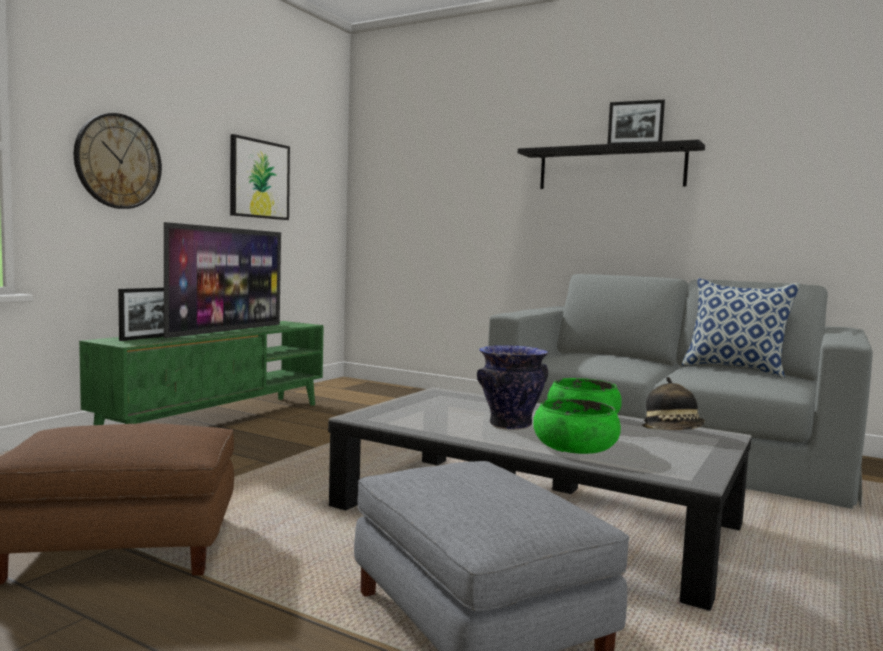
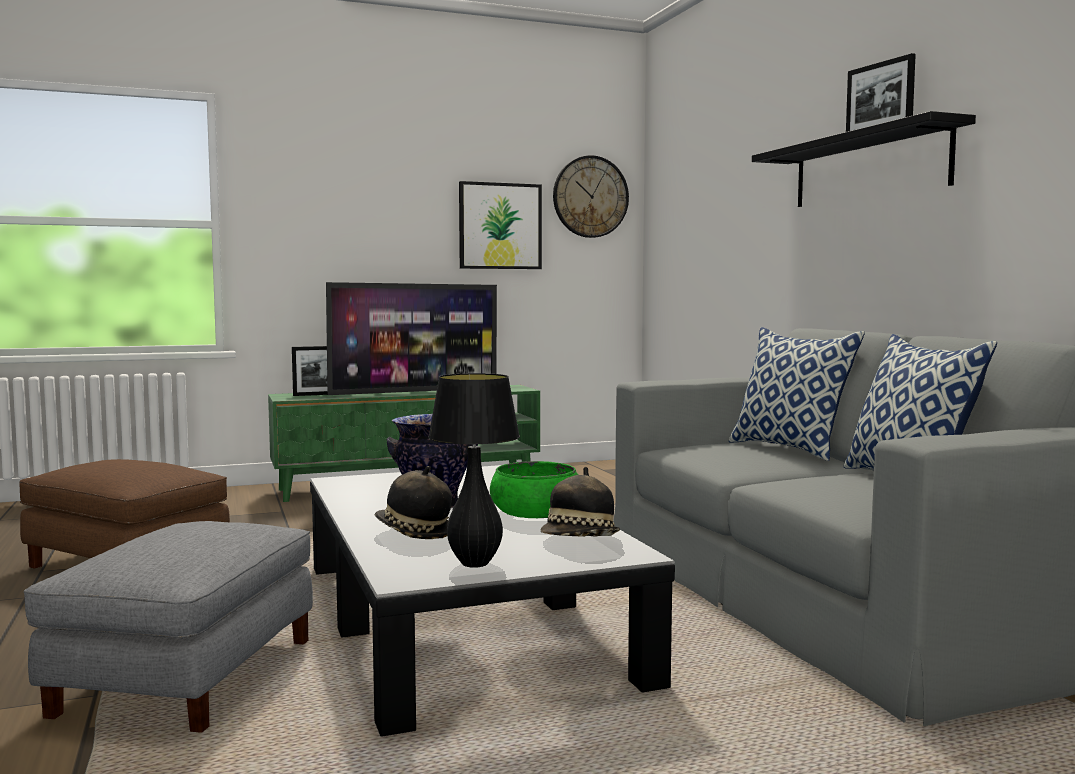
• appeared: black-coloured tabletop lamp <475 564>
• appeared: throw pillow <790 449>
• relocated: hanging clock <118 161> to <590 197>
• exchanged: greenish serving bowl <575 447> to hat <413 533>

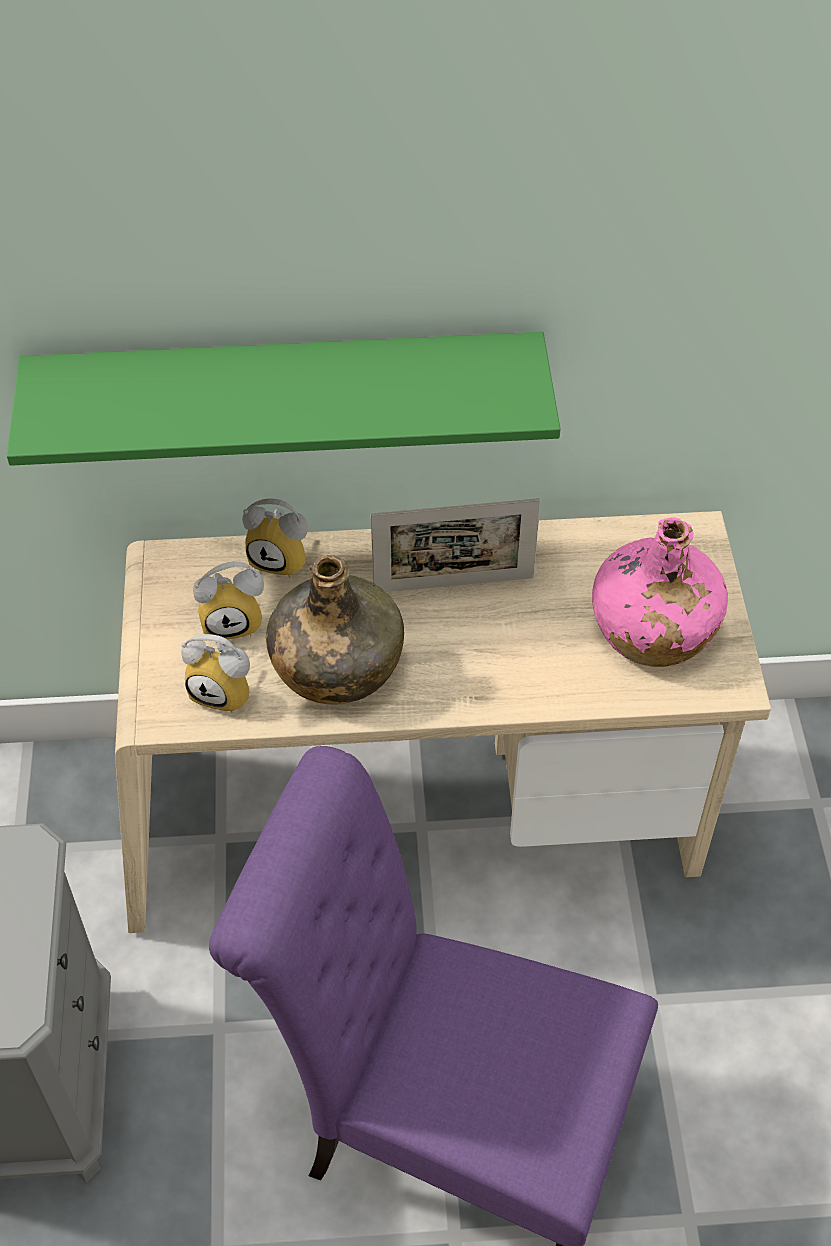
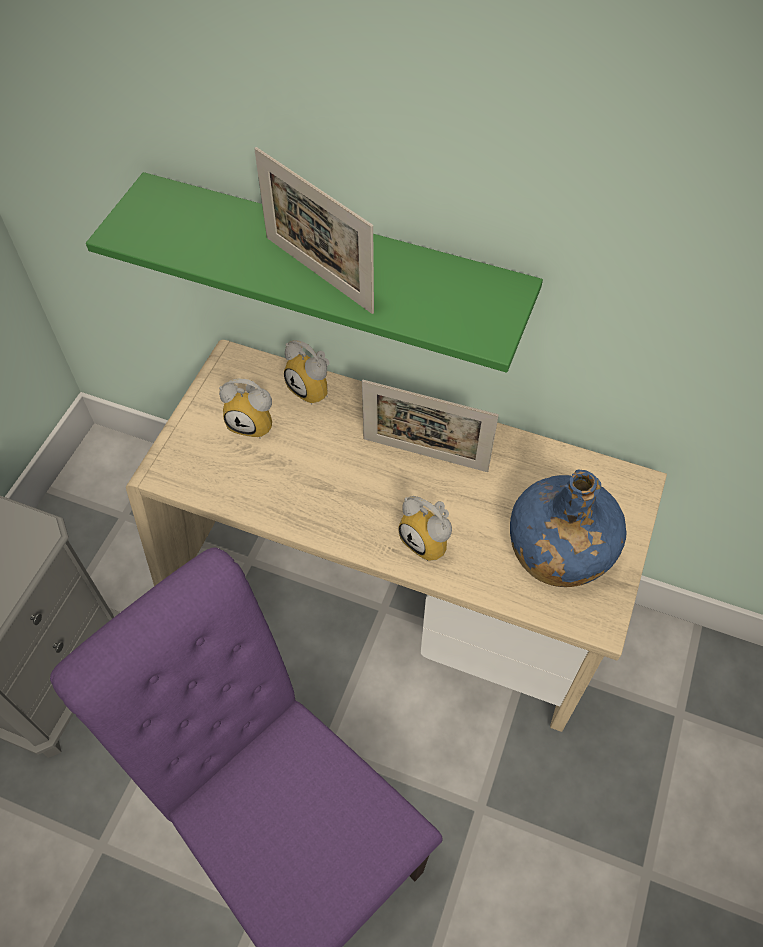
• missing: greenish beverage bottle <336 665>
• appeared: standing frame <318 274>
• relocated: table clock <226 691> to <429 541>
• colour: pink-coloured beverage bottle <652 629> to blue-coloured beverage bottle <558 549>

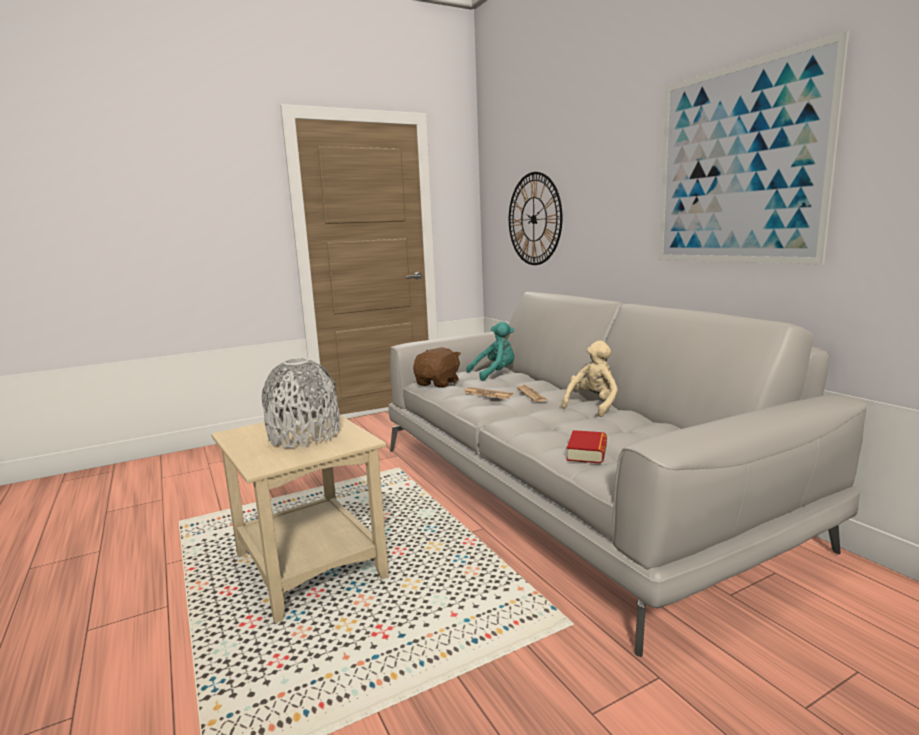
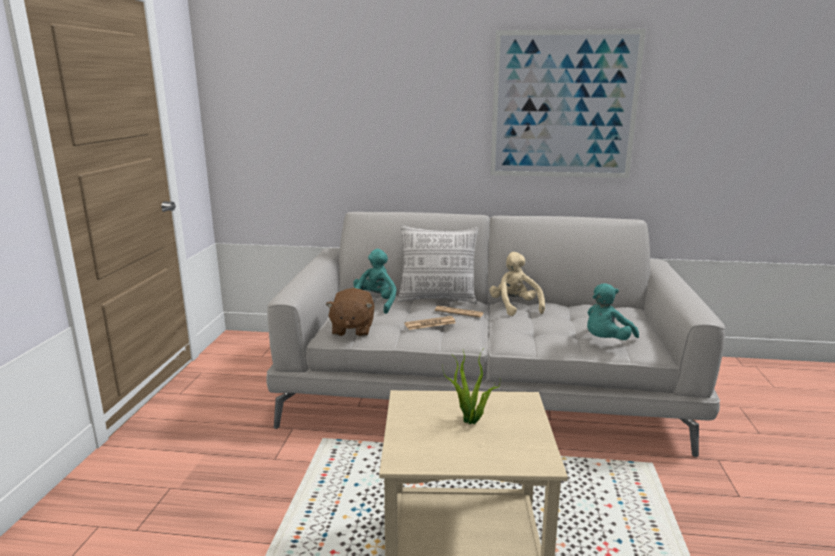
• missing: hanging clock <534 219>
• appeared: throw pillow <437 299>
• exchanged: grey decorative vase <304 436> to plant in a pot <471 421>
• exchanged: volume <587 452> to turquoise-coloured soft toy <606 341>
• spun: brown-coloured soft toy <438 383> = <352 329> 150 degrees counterclockwise

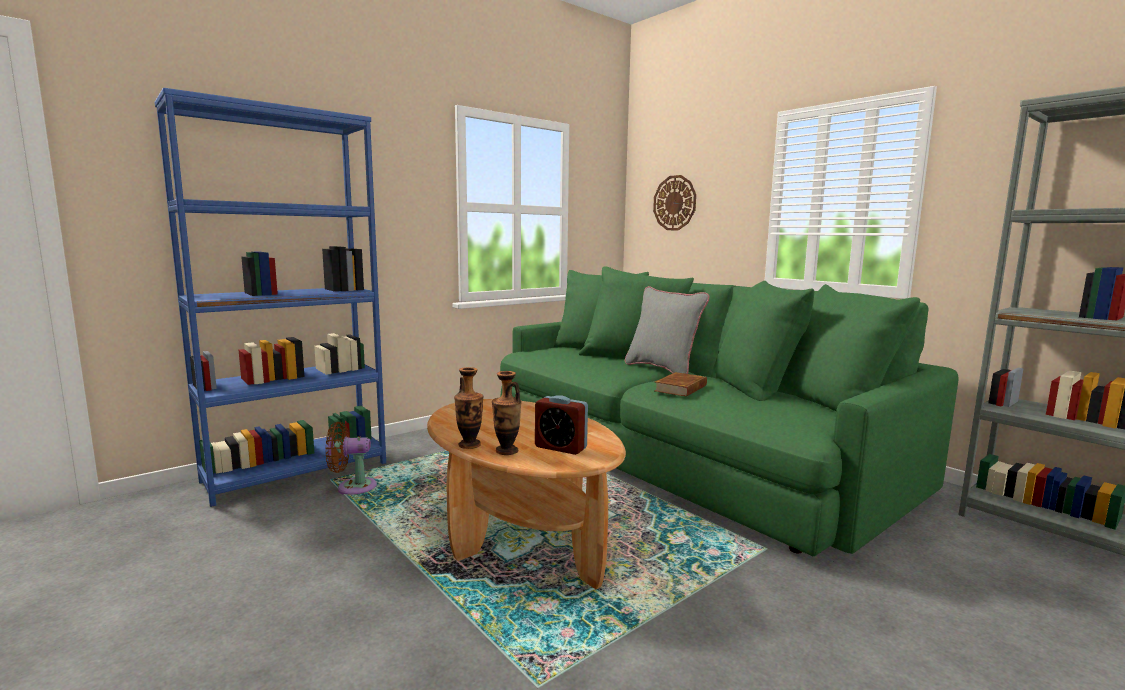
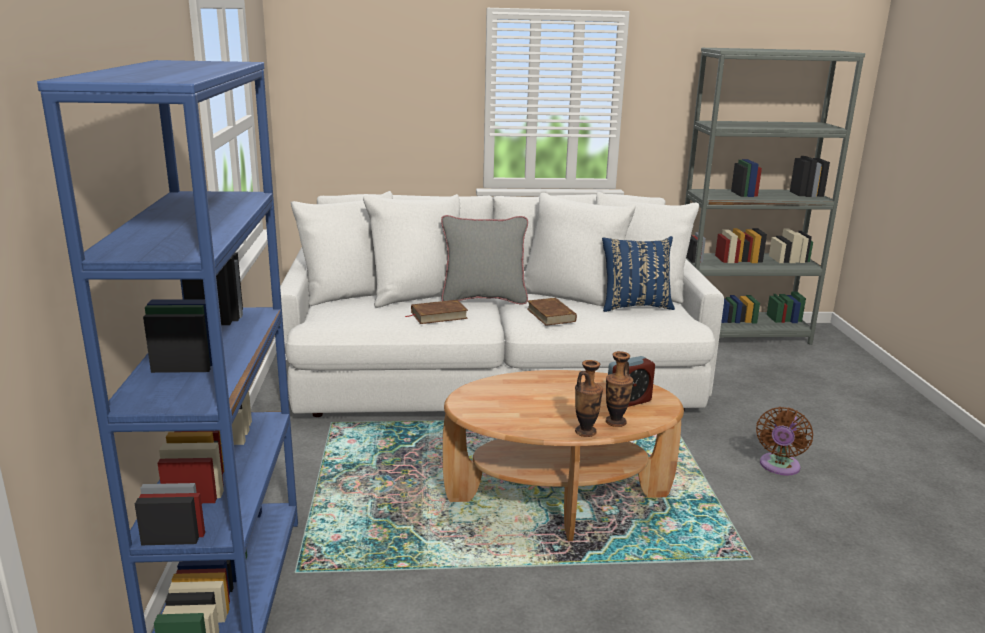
• missing: hanging clock <674 203>
• appeared: brown-coloured volume <438 315>
• appeared: blue-coloured throw pillow <634 306>
• relocated: brown-coloured electric fan <352 487> to <778 467>
• colour: greenish settee <685 453> to whitish settee <494 373>

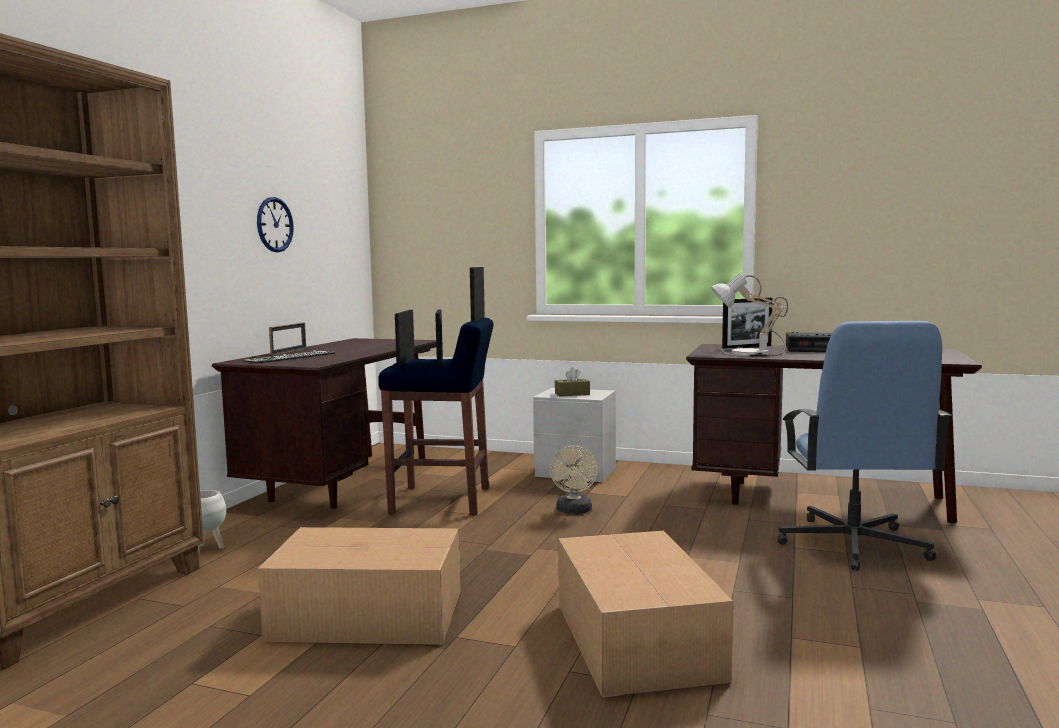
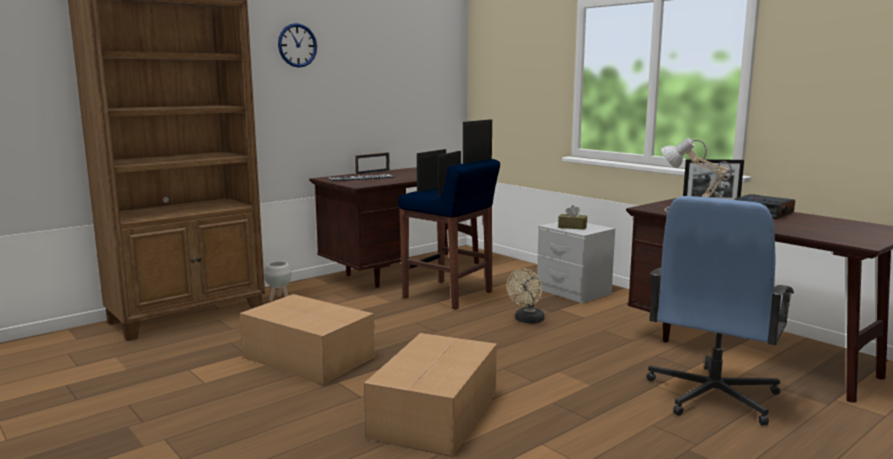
• relocated: hanging clock <274 224> to <297 45>

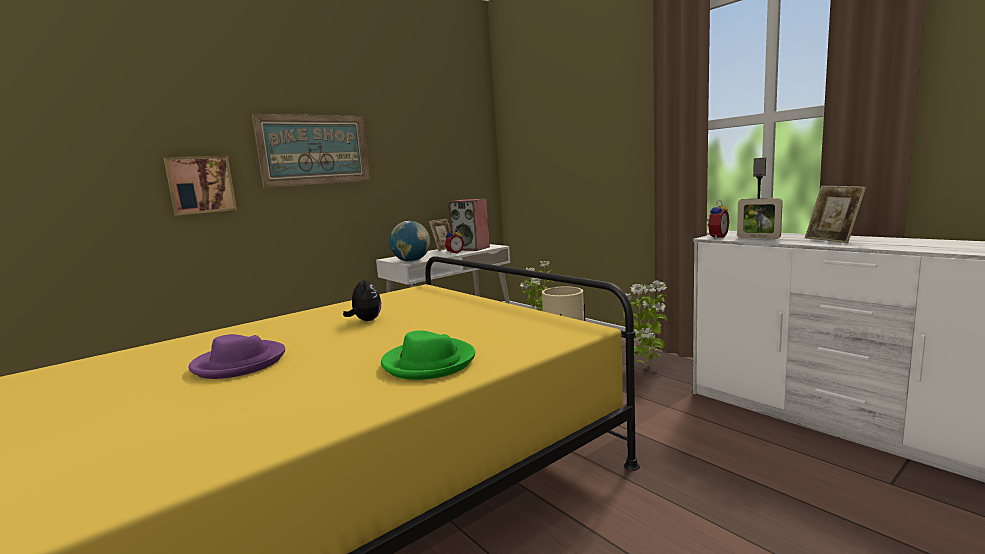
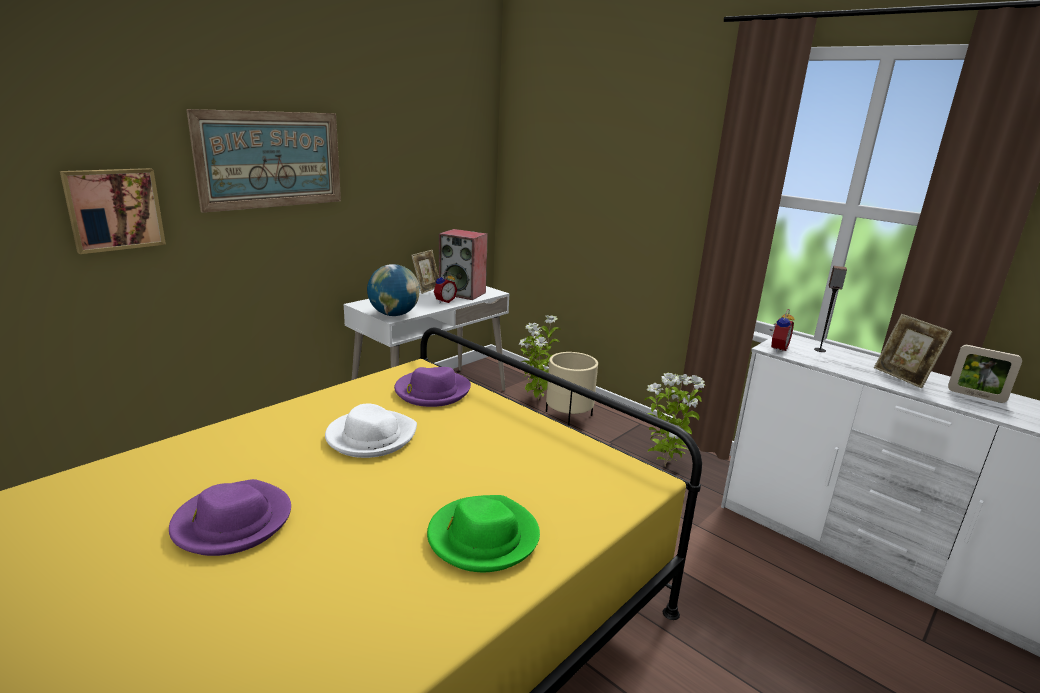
• appeared: purple-coloured hat <432 391>
• relocated: standing frame <758 238> to <975 396>
• exchanged: soft toy <366 320> to whitish hat <371 437>

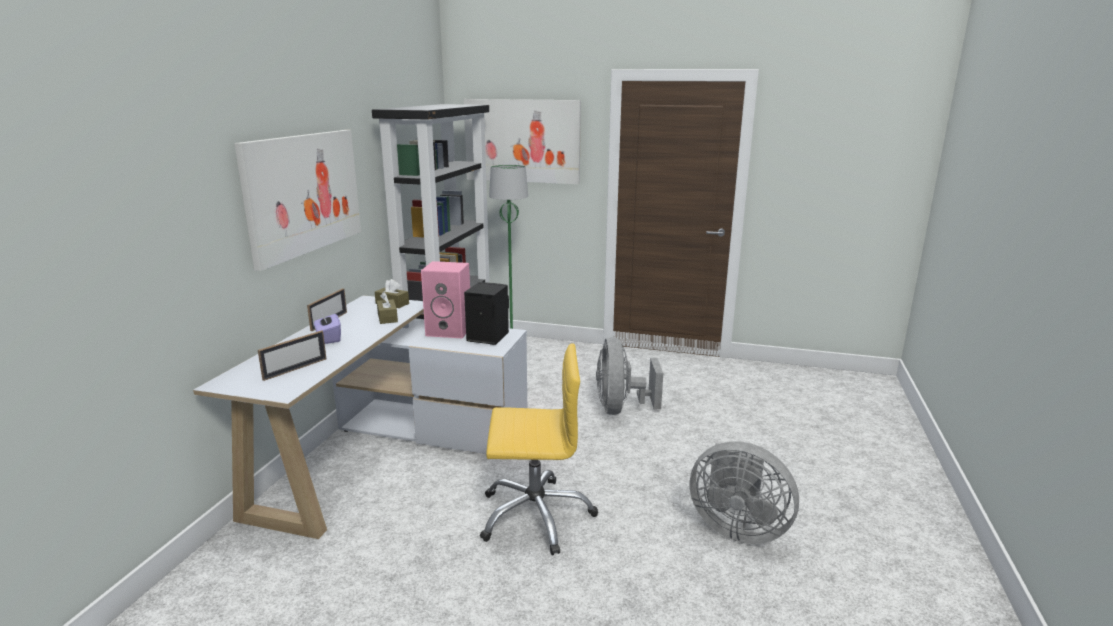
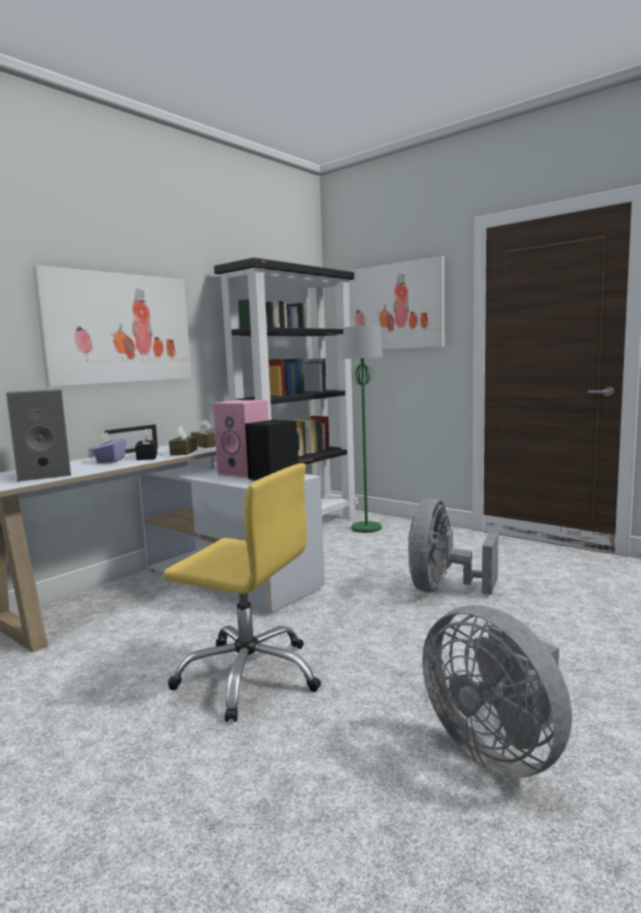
• appeared: black-coloured tissue box <147 457>
• exchanged: standing frame <295 369> to grey audio speaker <46 474>

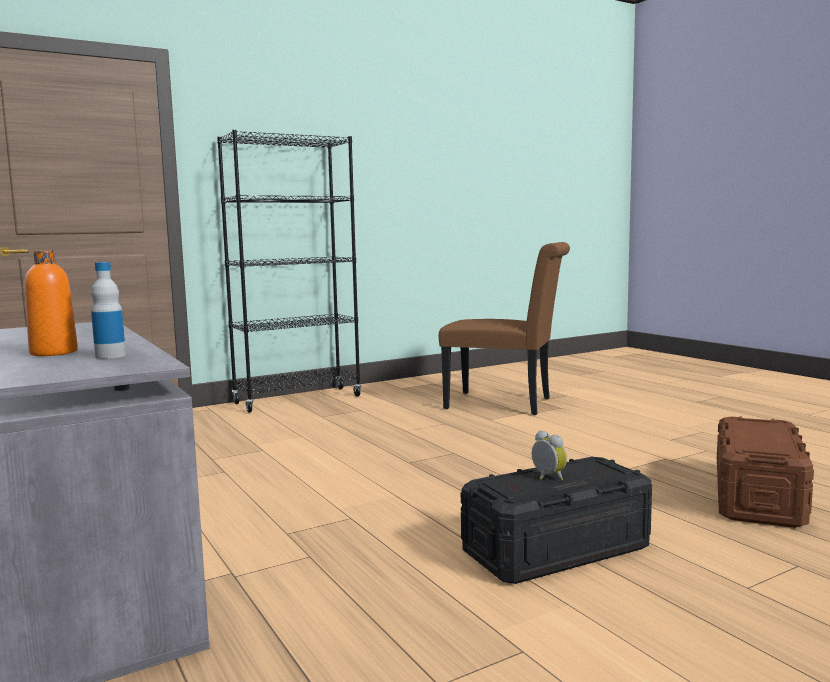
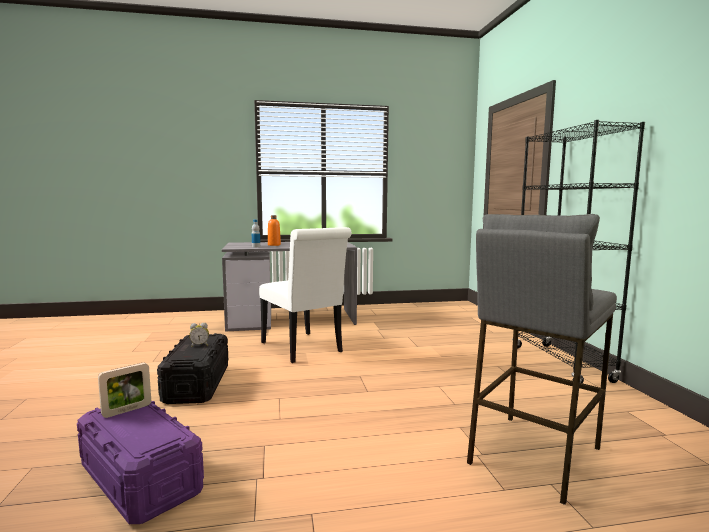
• appeared: standing frame <127 410>
• appeared: whitish plain chair <304 349>
• exchanged: brown-coloured plain chair <506 404> to grey sitting stool <532 454>
• colour: brown-coloured storage bin <757 496> to purple-coloured storage bin <140 478>

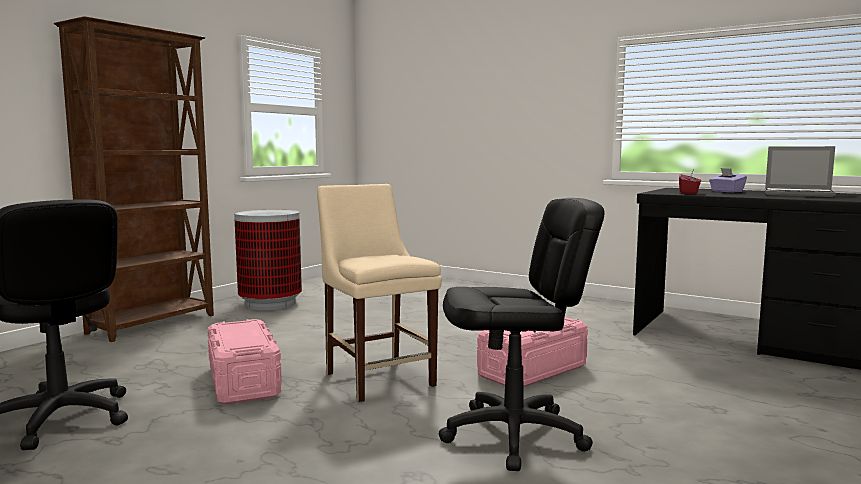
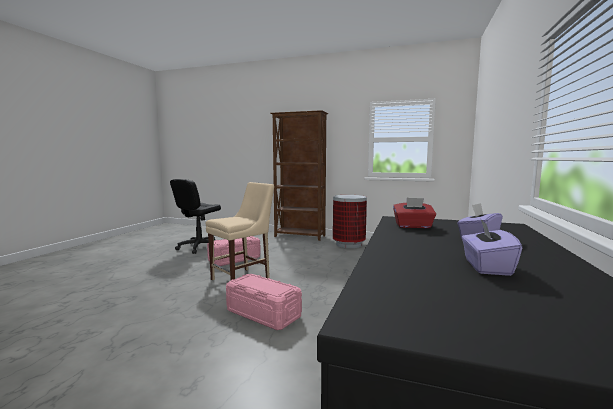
• missing: black-coloured office chair <514 435>
• exchanged: portable computer <799 194> to purple-coloured tissue box <486 267>

